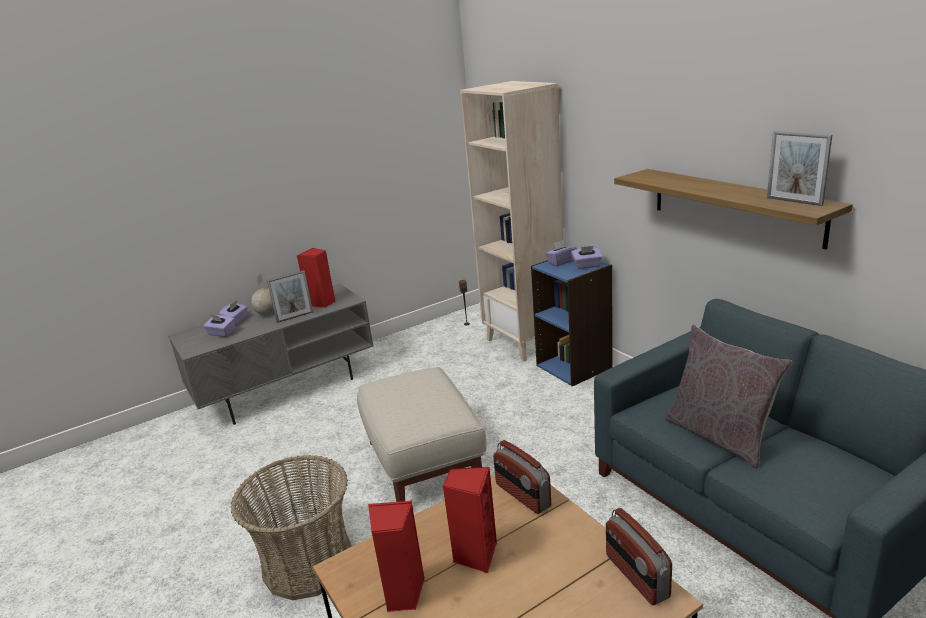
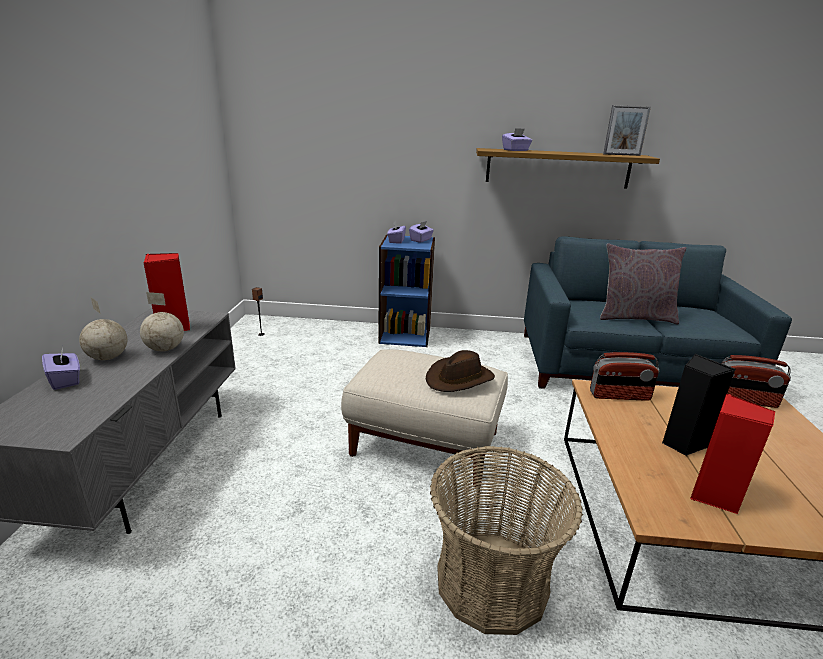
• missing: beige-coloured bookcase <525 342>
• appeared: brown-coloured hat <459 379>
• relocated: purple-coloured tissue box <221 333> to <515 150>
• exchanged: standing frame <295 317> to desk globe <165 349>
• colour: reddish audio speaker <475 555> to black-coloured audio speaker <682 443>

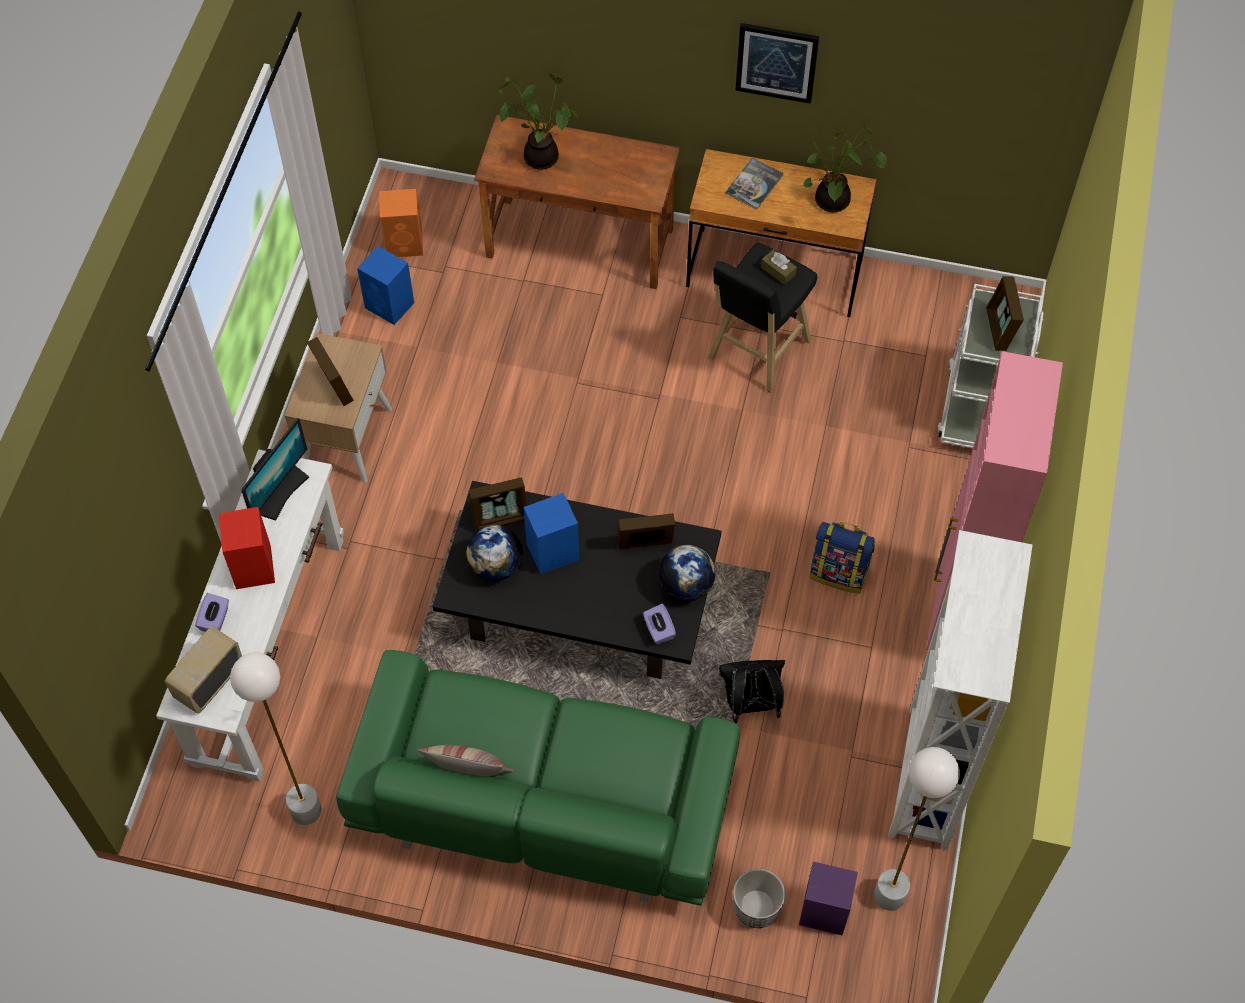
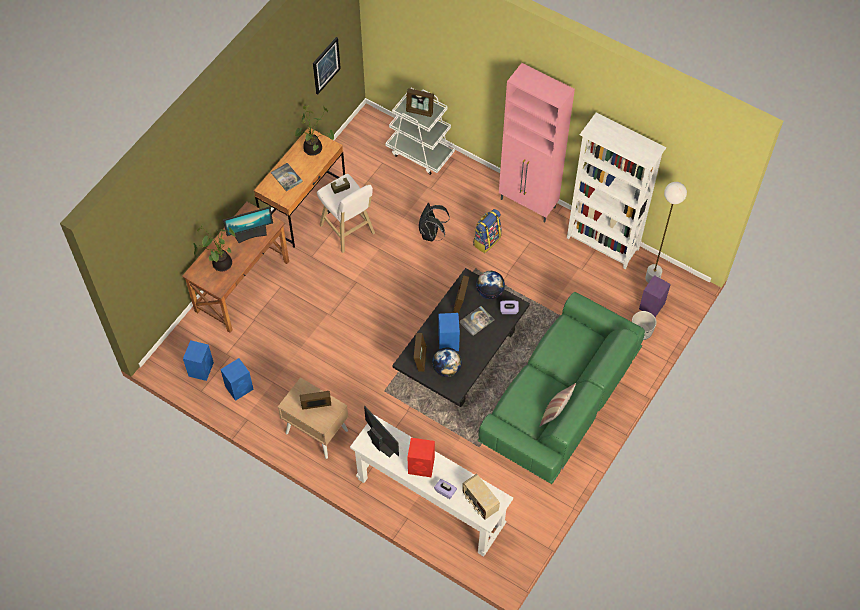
• missing: whitish floor lamp <305 810>
• appeared: computer screen <250 233>
• appeared: volume <476 321>
• relocated: black-coloured backpack <750 705> to <431 234>
• relocated: wall art <776 62> to <326 65>
• colour: orange-coloured audio speaker <405 243> to blue-coloured audio speaker <201 369>
• colour: black-coloured sitting stool <756 353> to whitish sitting stool <348 231>

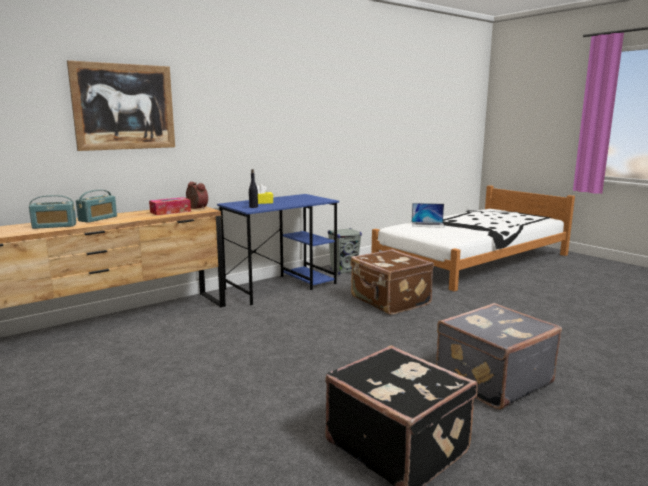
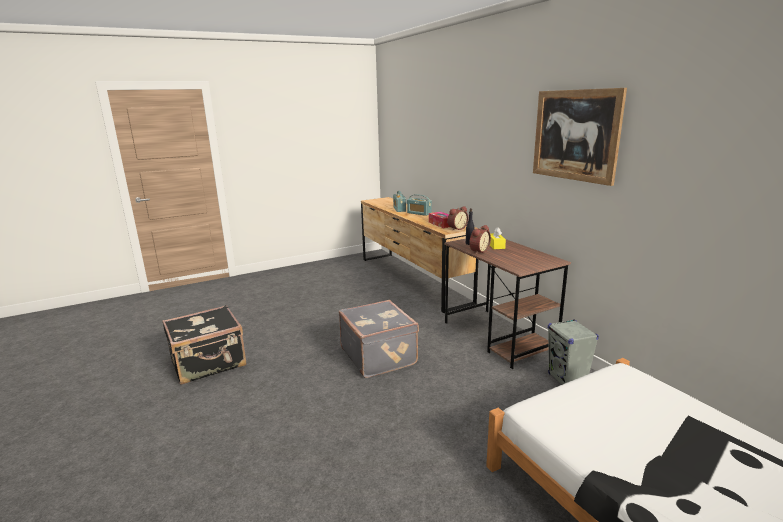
• missing: brown-coloured suitcase <389 301>
• missing: portable computer <427 224>
• appeared: table clock <478 251>
• relocated: wall art <124 107> to <575 135>
• relocated: grey suitcase <491 380> to <379 356>
• colour: blue-coloured desk <281 286> to brown-coloured desk <498 337>

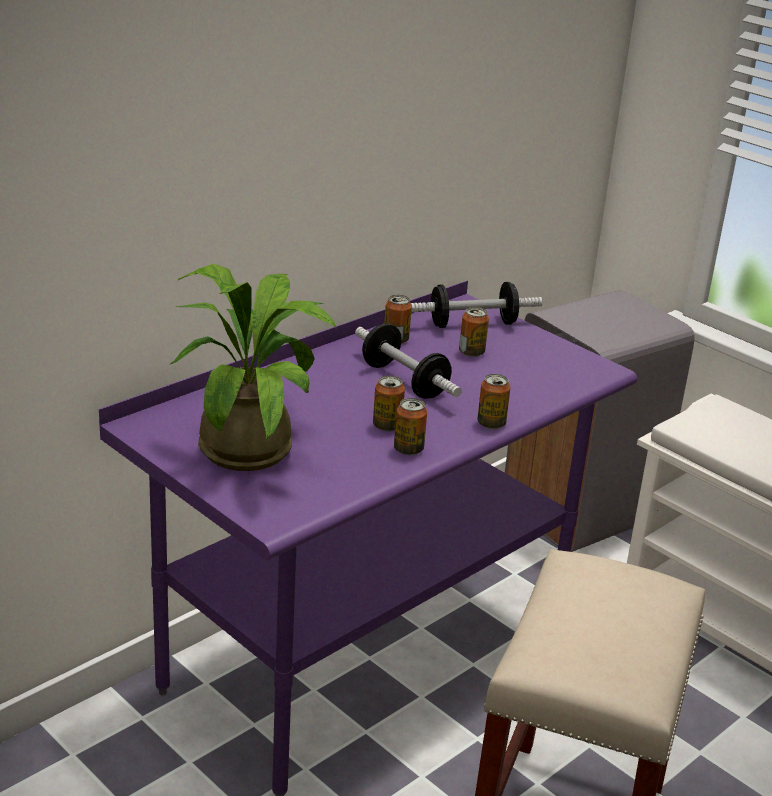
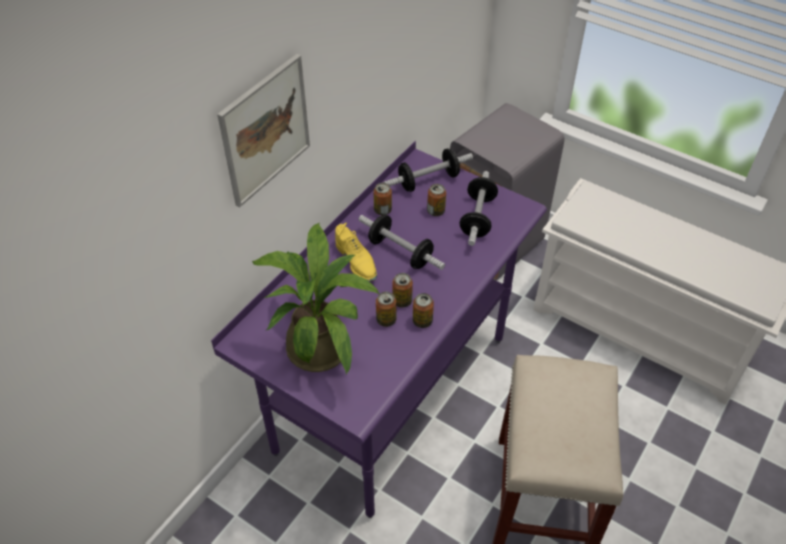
• appeared: wall art <265 130>
• appeared: yellowish low shoe <356 261>
• appeared: dumbbell <477 218>
• relocated: can <491 423> to <386 320>

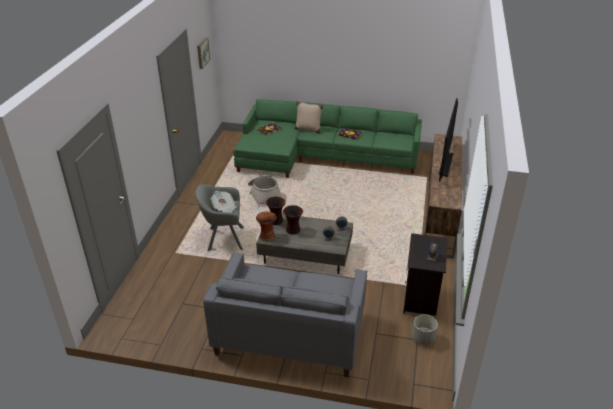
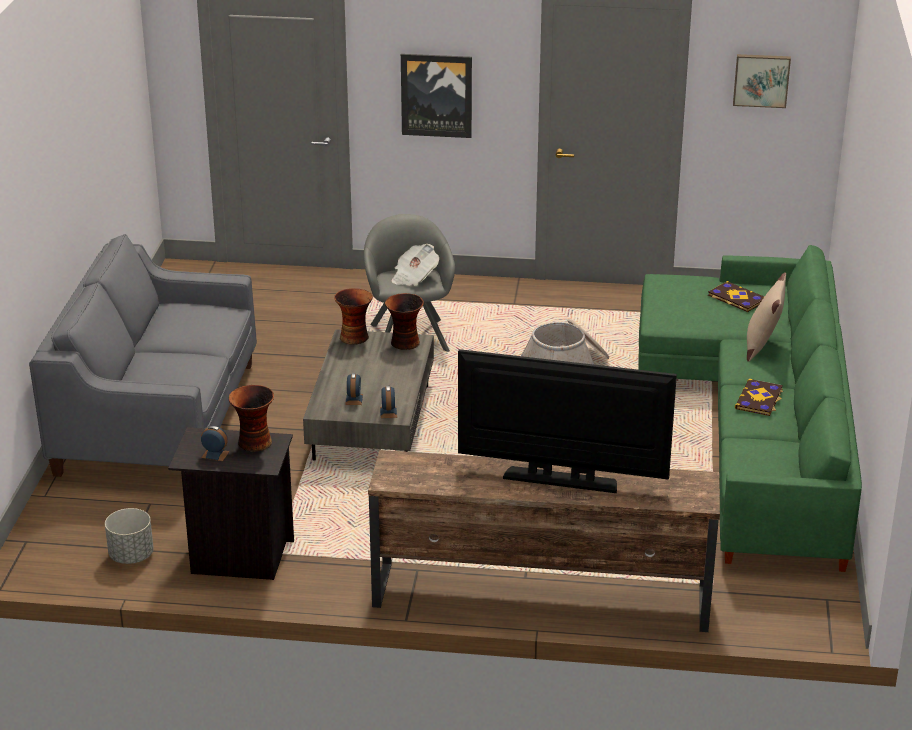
• appeared: wall art <436 95>
• relocated: decorative vase <293 230> to <254 443>

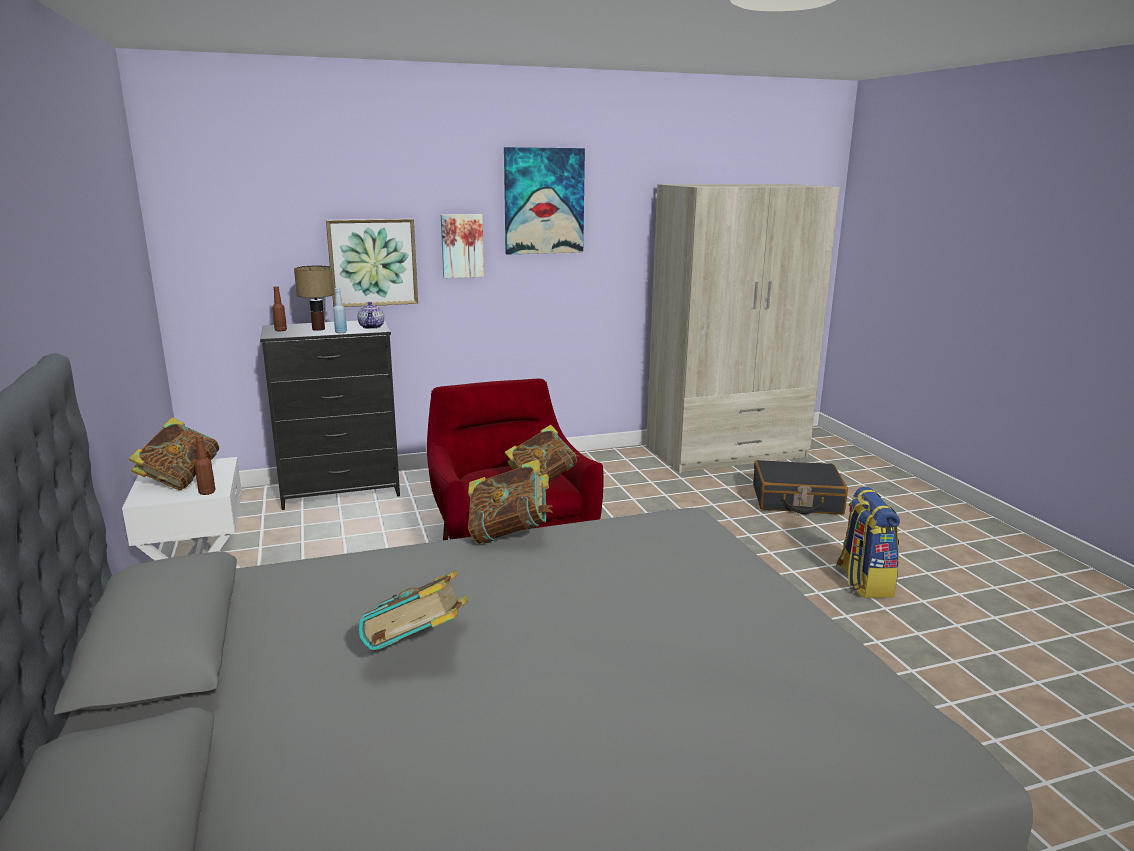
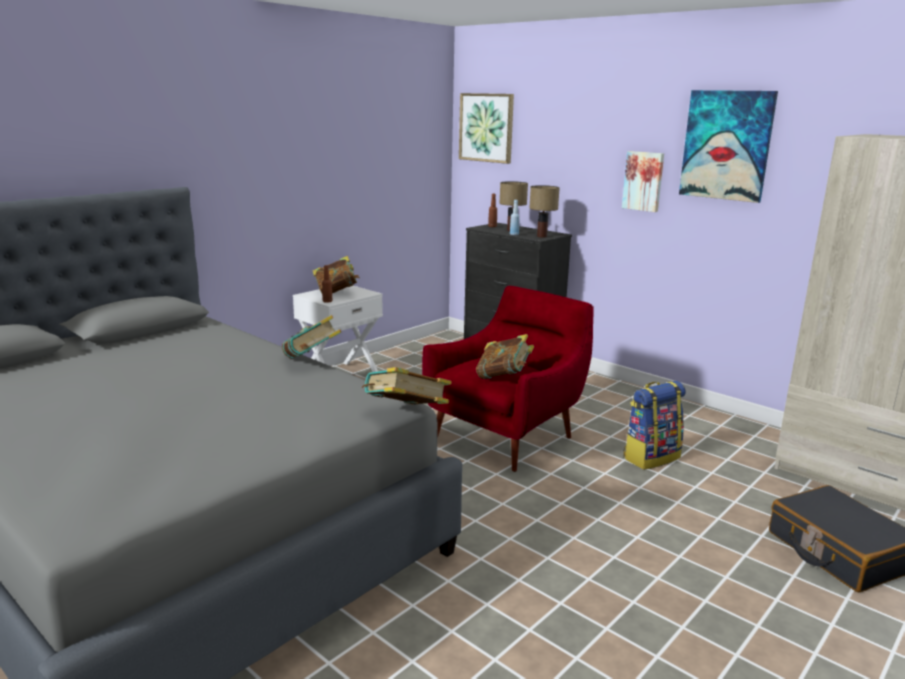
• relocated: wall art <373 262> to <486 127>
• relocated: volume <418 650> to <406 415>
• relocated: backpack <863 582> to <651 457>
• exchanged: tea pot <372 327> to tabletop lamp <542 236>

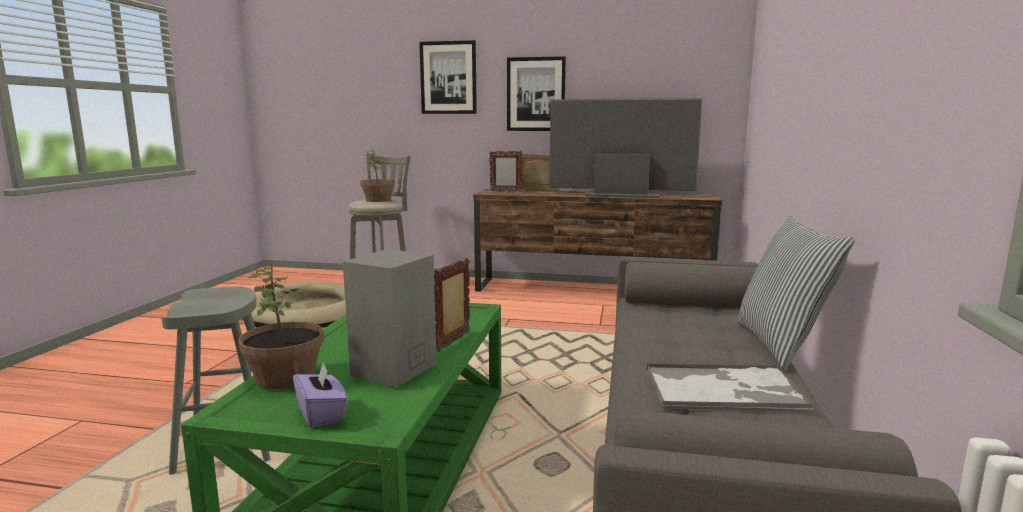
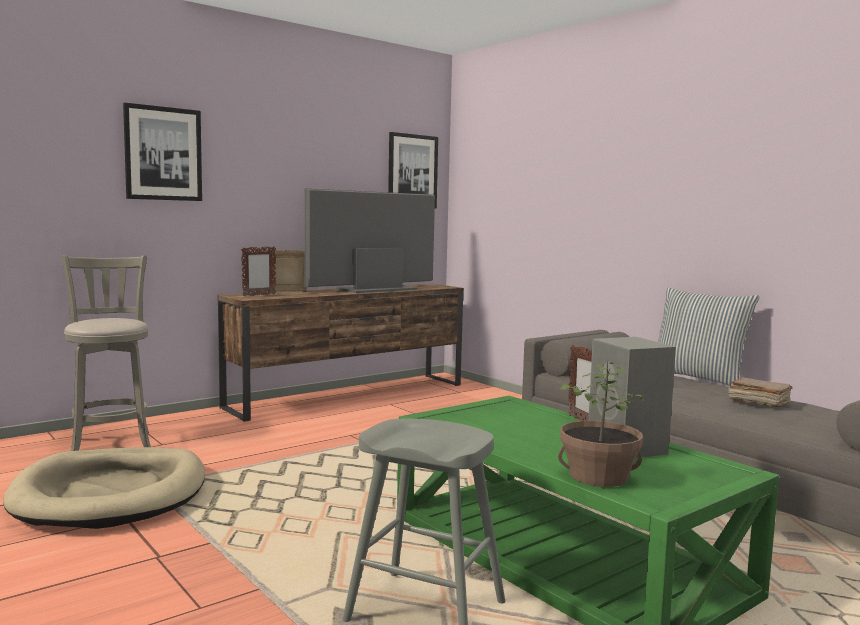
• missing: purple-coloured tissue box <321 414>
• missing: plant in a pot <378 200>
• relocated: wall art <536 94> to <412 171>
• exchanged: serving tray <725 389> to brown-coloured volume <758 402>

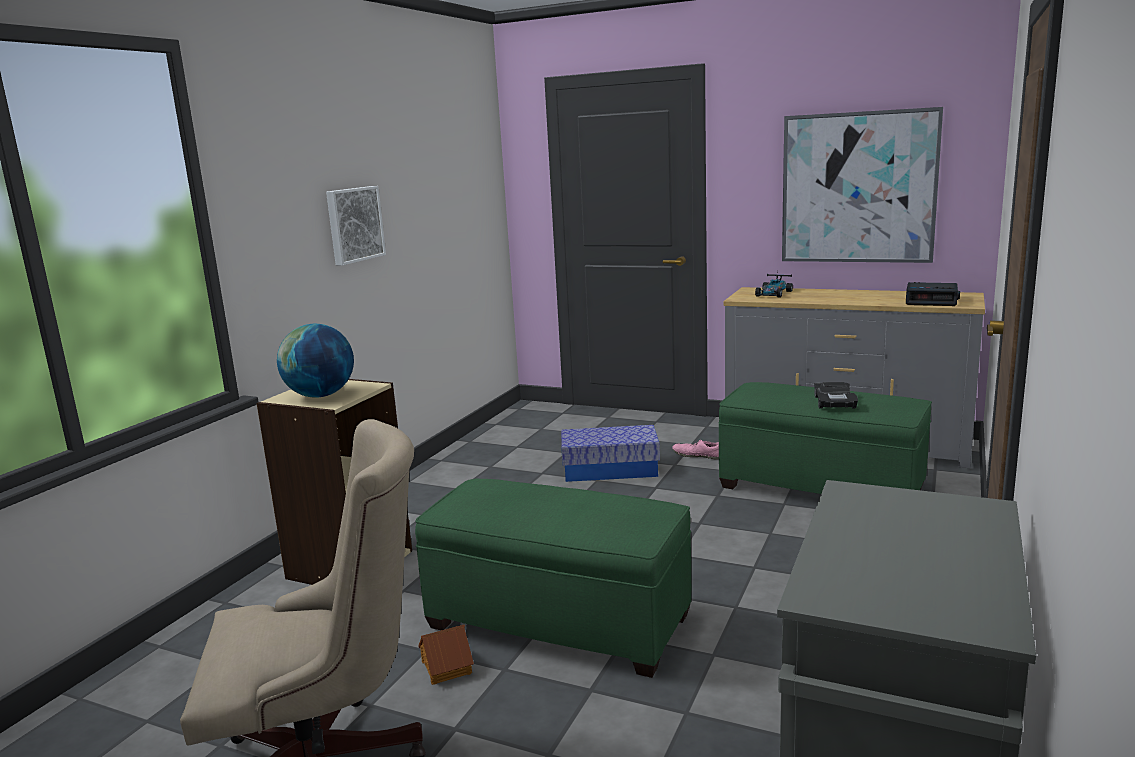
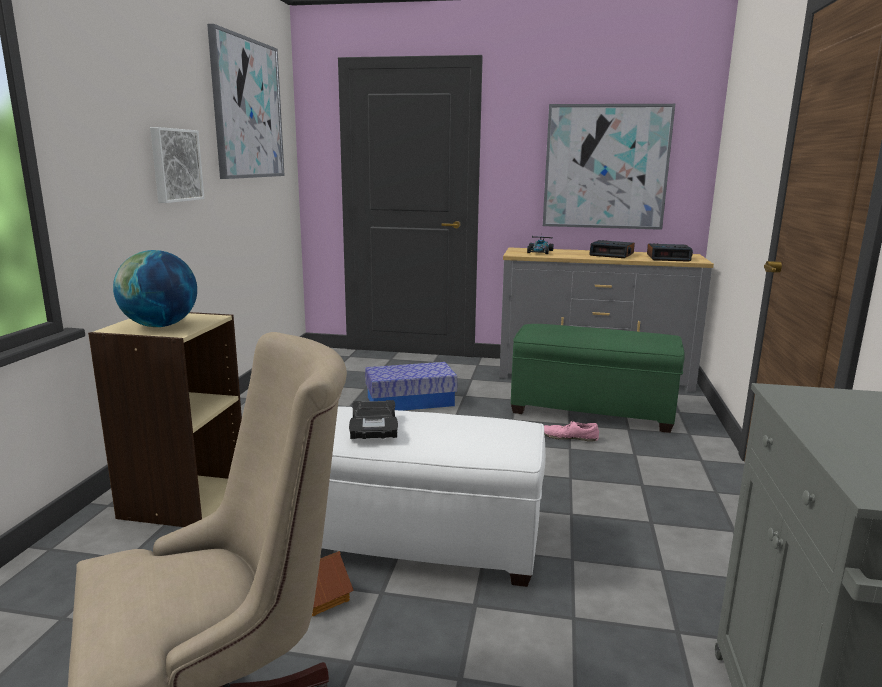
• appeared: wall art <247 109>
• appeared: table clock <612 254>
• relocated: pink-coloured low shoe <699 455> to <569 437>
• relocated: black-coloured model car <834 402> to <374 428>
• colour: greenish ottoman <559 621> to whitish ottoman <418 540>

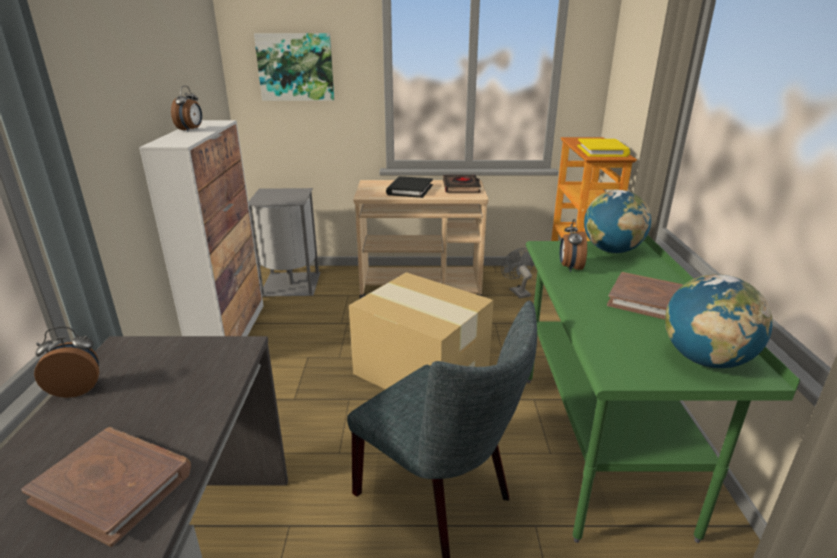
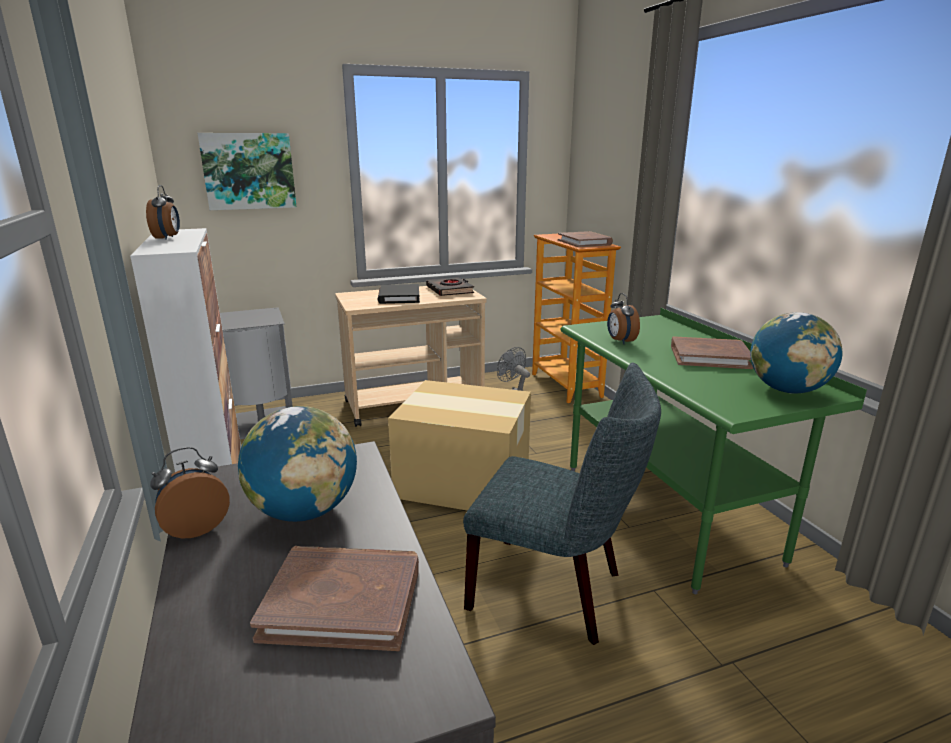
• relocated: desk globe <611 250> to <304 511>
• colour: yellowish volume <602 151> to brown-coloured volume <584 242>

